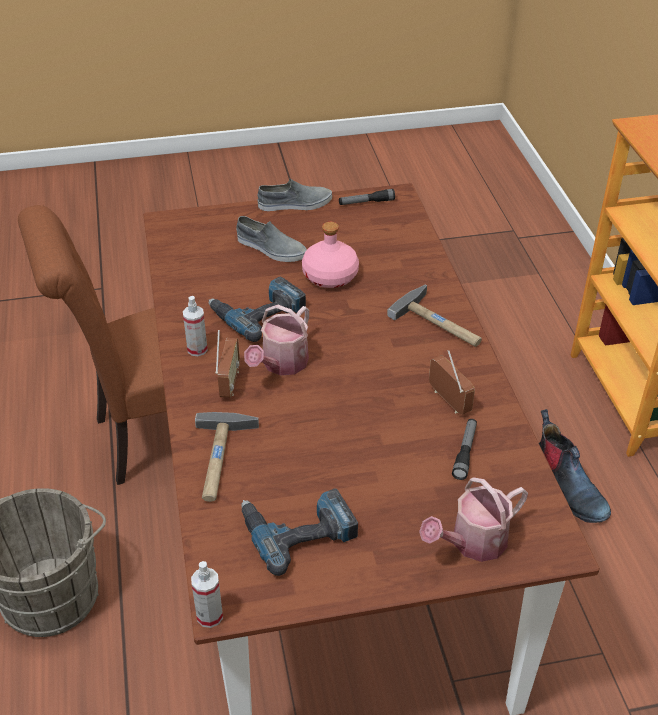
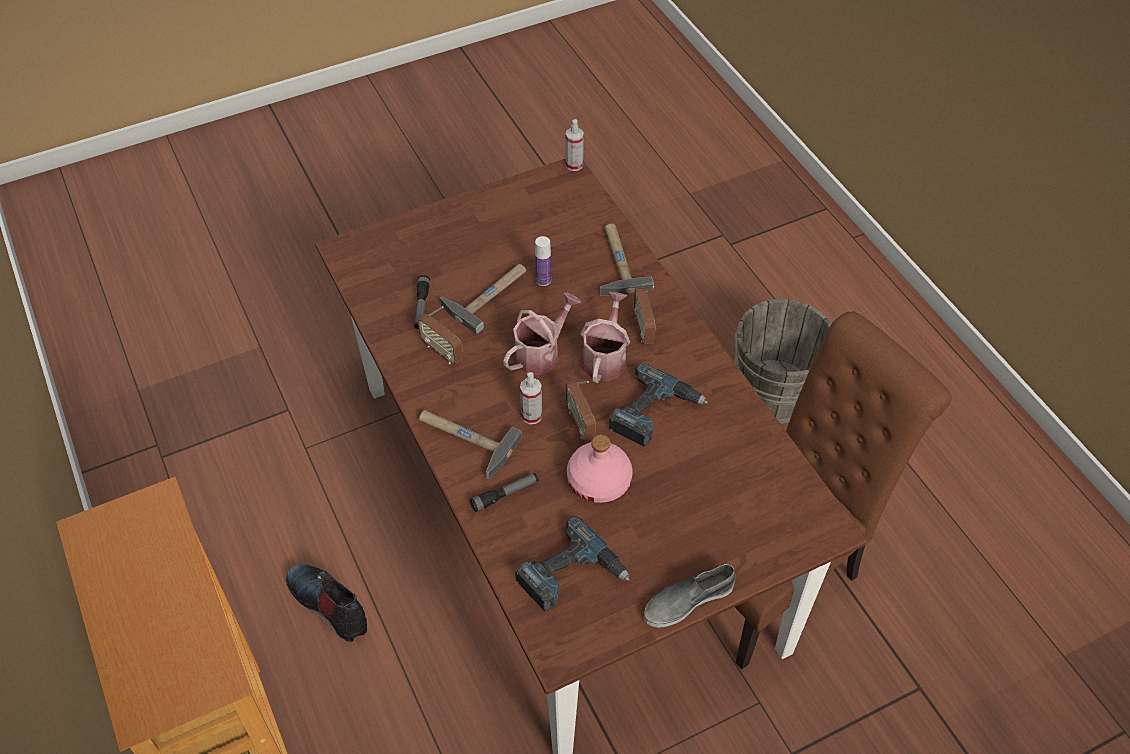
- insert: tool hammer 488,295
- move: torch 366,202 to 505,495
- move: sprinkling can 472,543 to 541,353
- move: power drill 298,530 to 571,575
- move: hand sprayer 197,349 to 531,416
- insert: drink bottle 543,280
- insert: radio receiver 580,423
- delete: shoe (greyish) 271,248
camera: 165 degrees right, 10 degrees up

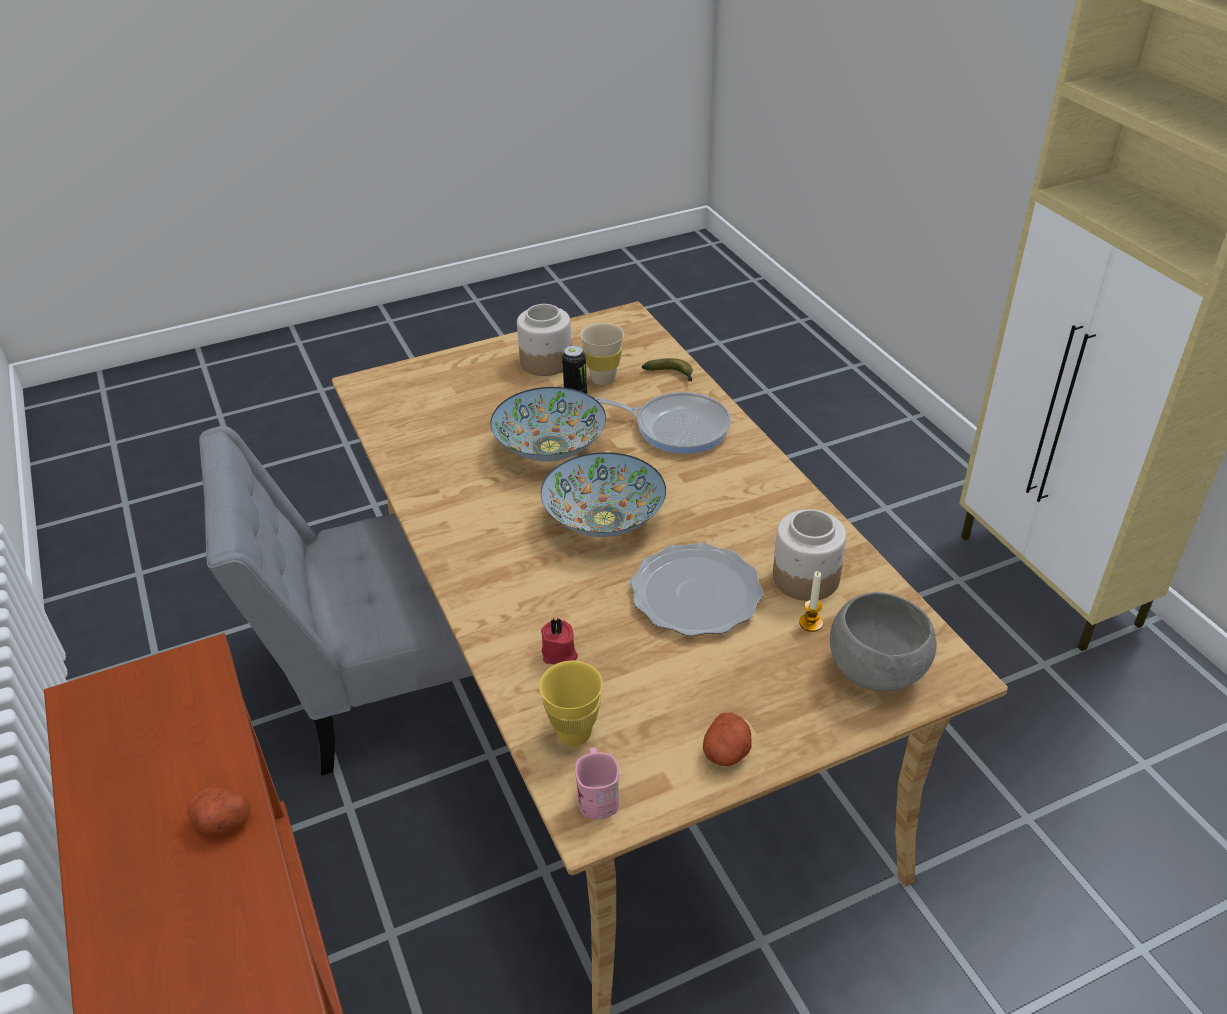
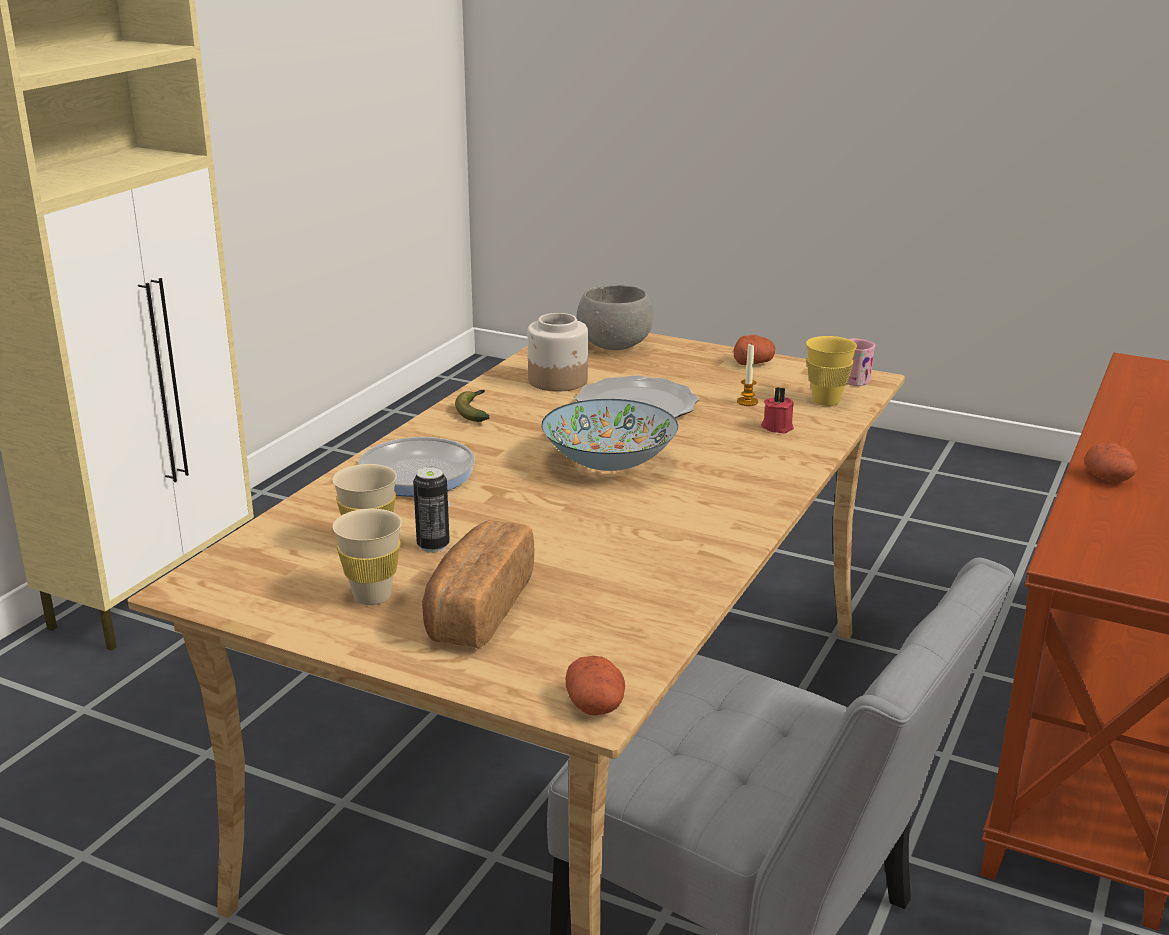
- replace: preserve jar 545,362 to small cup (beige-coloured) 372,596
- insert: bread 477,609
- move: whole banana 672,375 to 474,411
- insert: spud 596,705
- move: candle 811,623 to 747,402
- delete: deep dish 549,448
camera: 130 degrees left, 15 degrees down

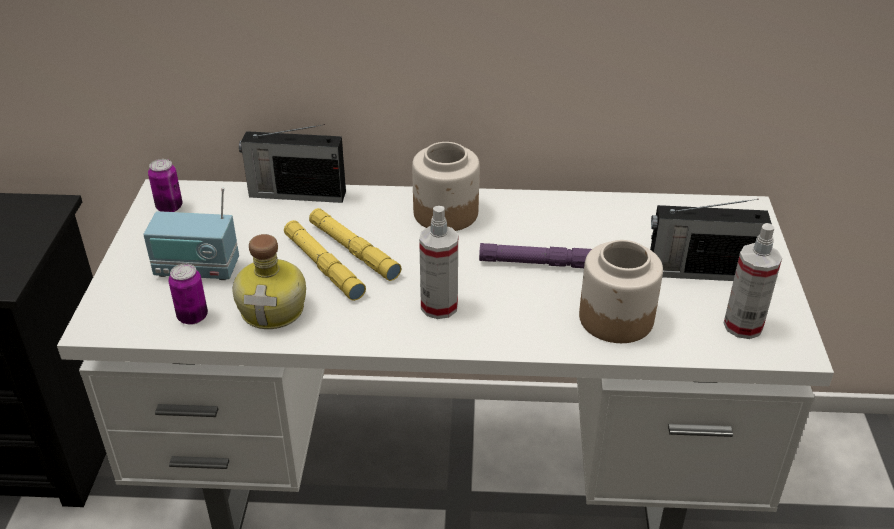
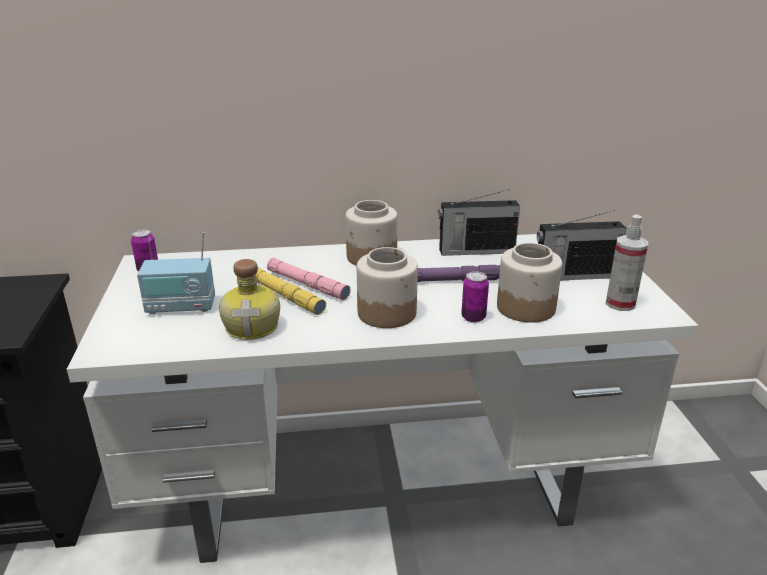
- recolor: torch (yellow-coloured) 354,250 to torch (pinkish) 307,284
- replace: hand sprayer 439,306 to preserve jar 387,313
- move: radio receiver 295,194 to 475,251
- move: sealed can 192,317 to 473,317
camera: 10 degrees left, 10 degrees down

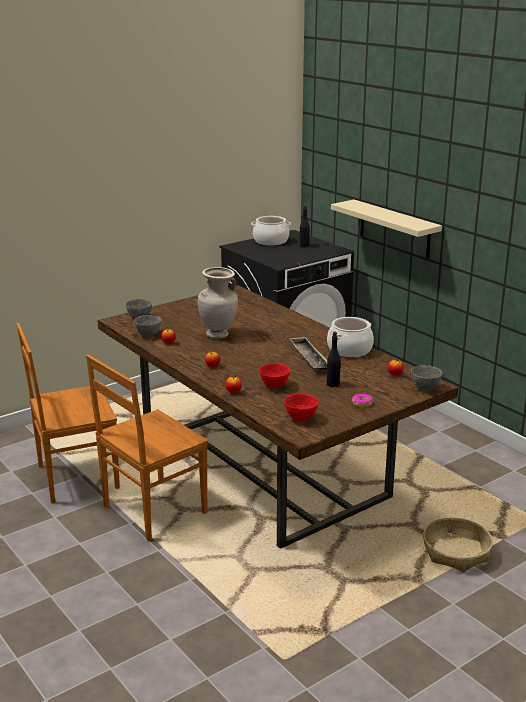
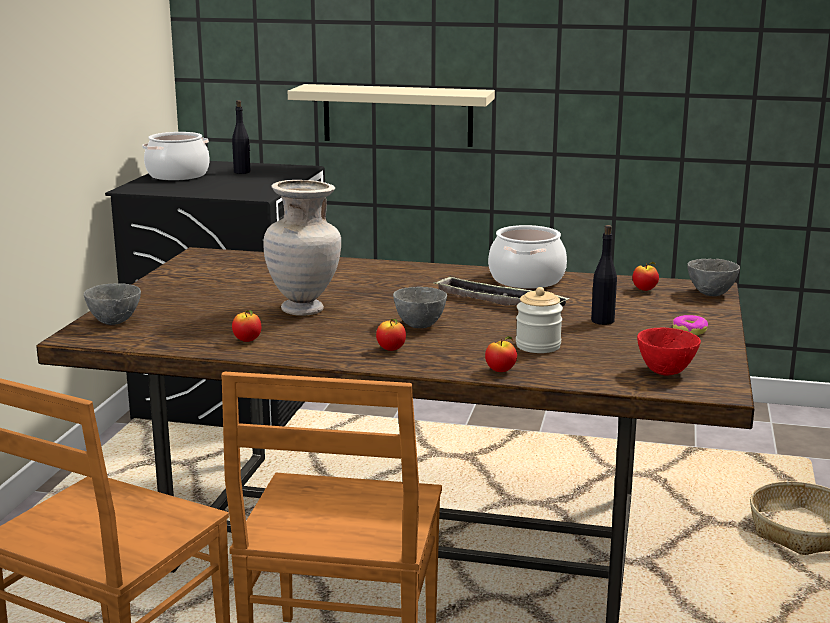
- move: deep dish (greyish) 148,335 to 418,325
- replace: deep dish (red) 275,386 to preserve jar 538,346
camera: 40 degrees left, 5 degrees down

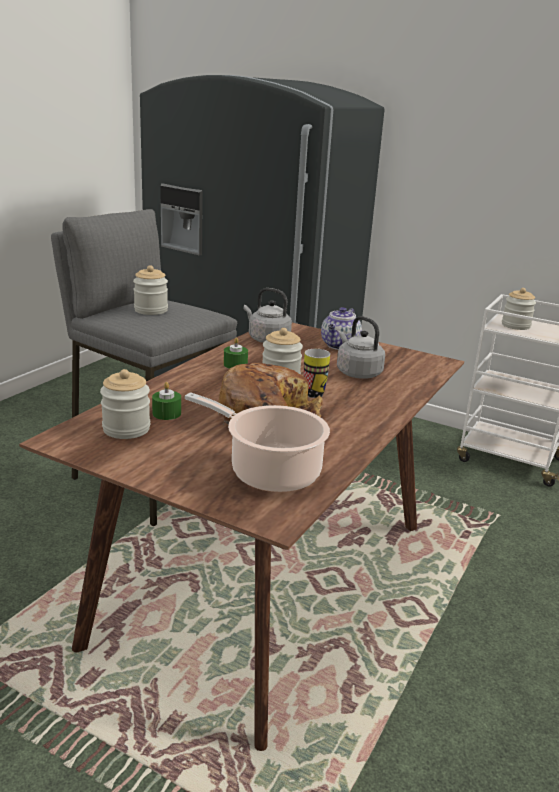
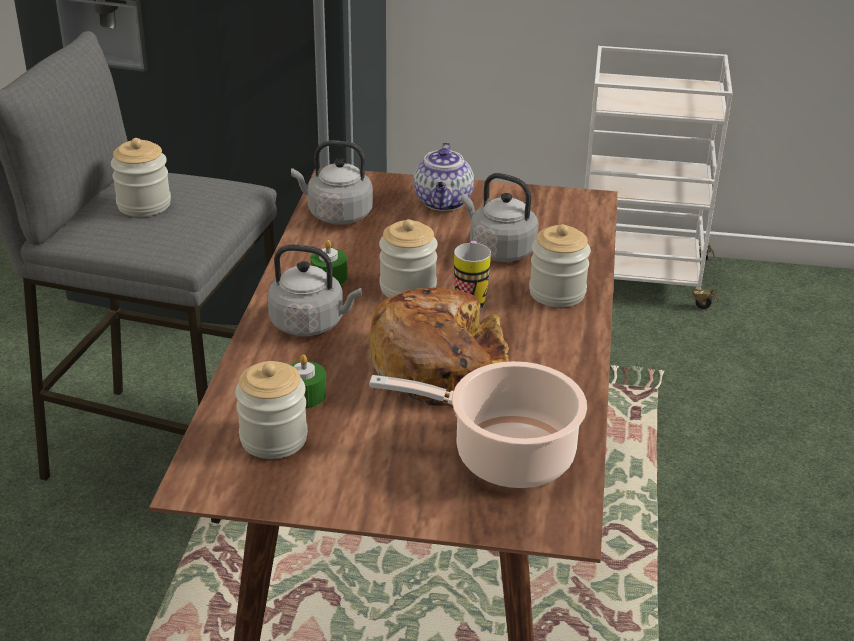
- insert: tea kettle (greyish) 311,324
- move: preserve jar 515,325 to 557,293
camera: 20 degrees left, 10 degrees up

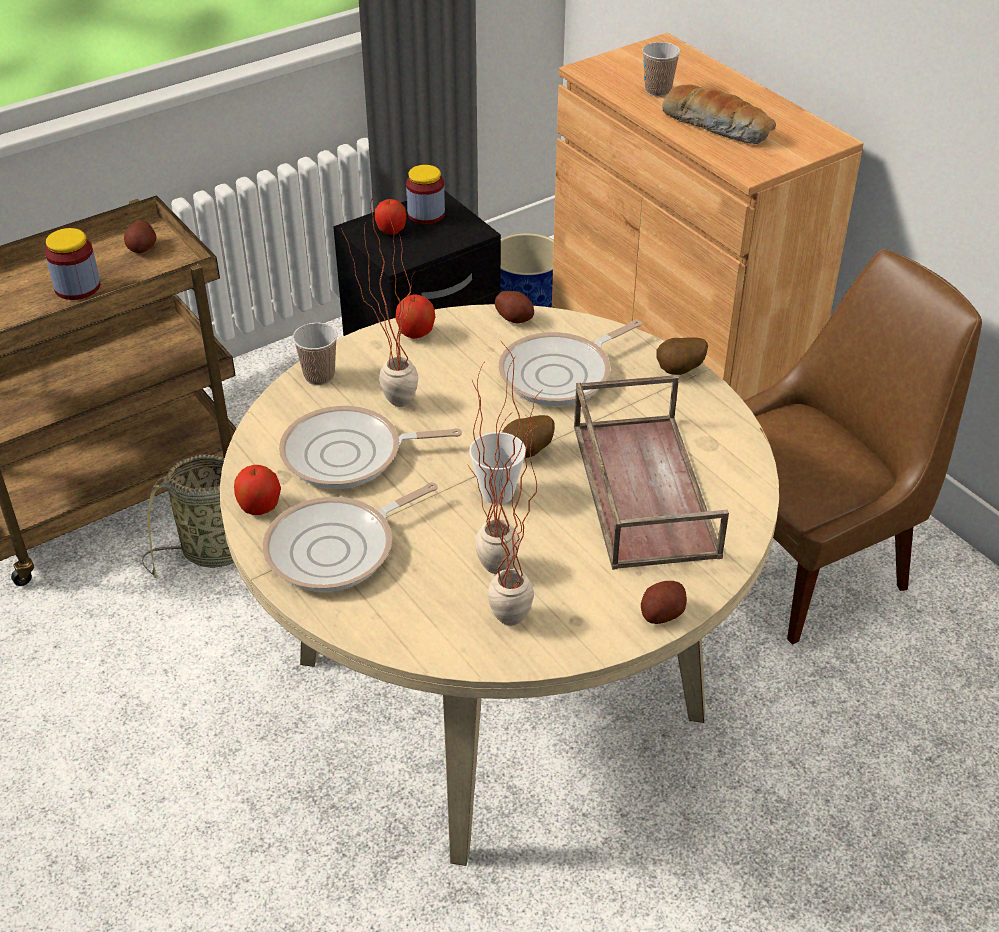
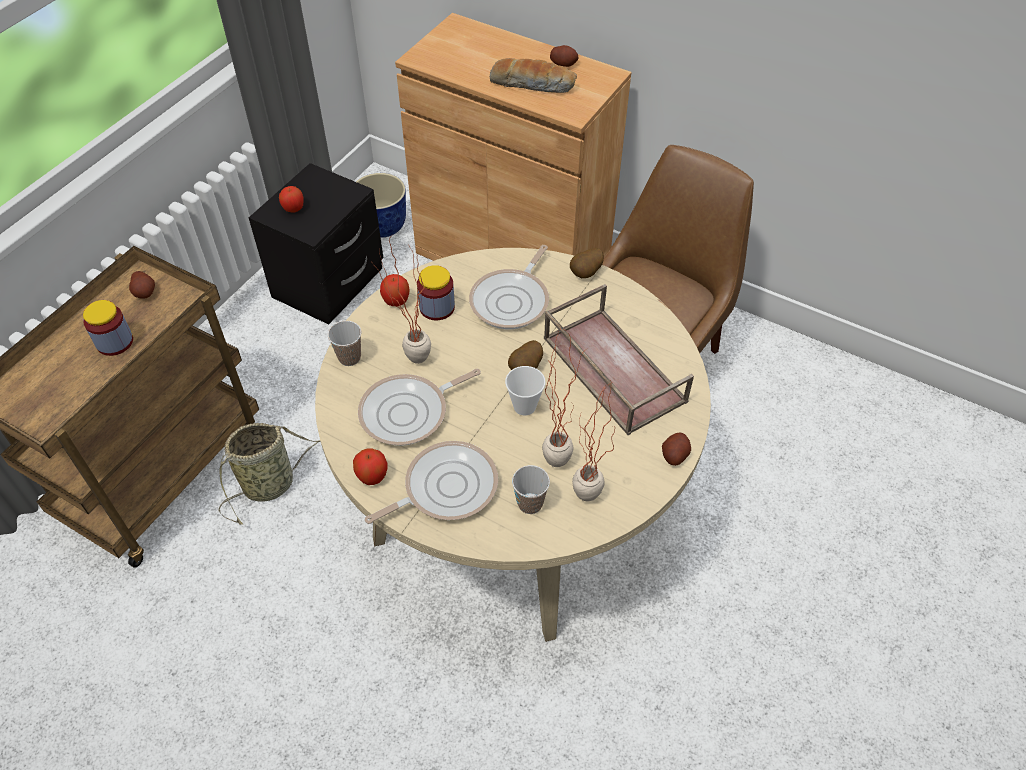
- rotate: skillet 337,549 = 445,487 150 degrees counterclockwise
- move: preserve jar 426,214 to 437,307
- move: small cup 658,91 to 530,503
- move: spud 514,318 to 563,64
camera: 25 degrees left, 10 degrees up

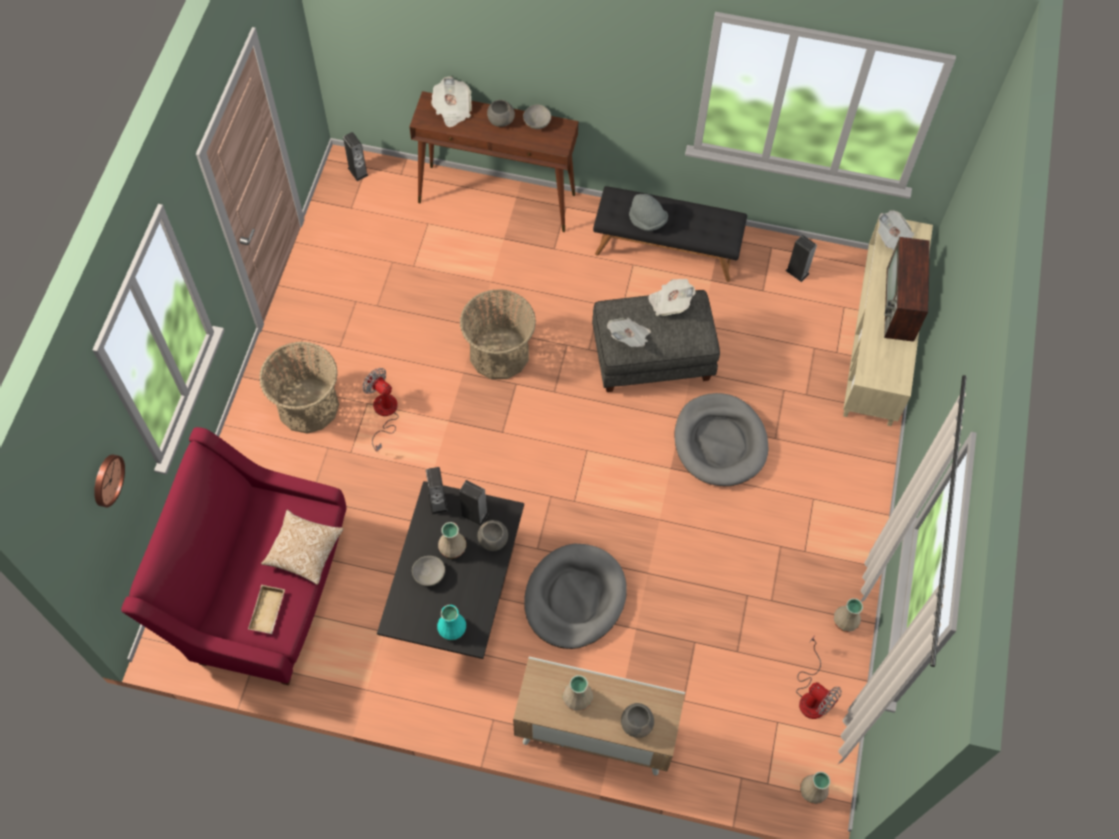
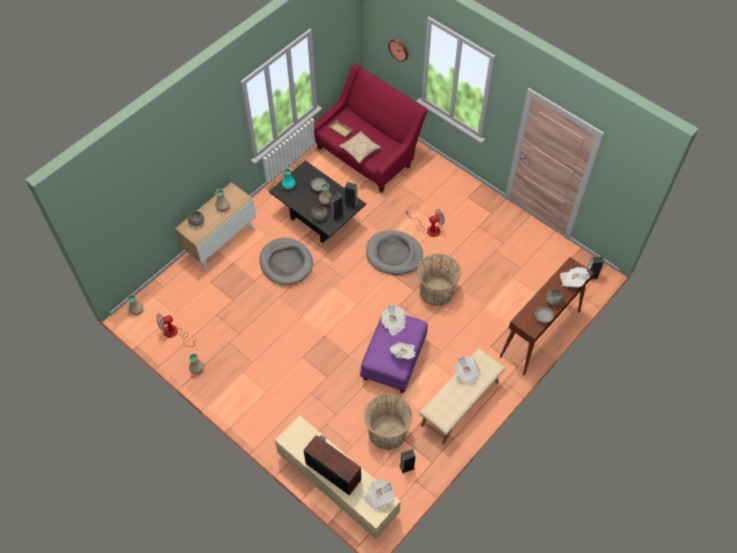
- recolor: pouffe (greyish) 652,356 to pouffe (purple-coloured) 394,360
- move: basket 308,405 to 387,431
- move: pet bed (greyish) 720,442 to 394,254
- recolor: long seat (black) 666,249 to long seat (beige-coloured) 460,404
- replace: clothing hat (greyish) 647,220 to printed paper 467,374
camera: 120 degrees right, 5 degrees down

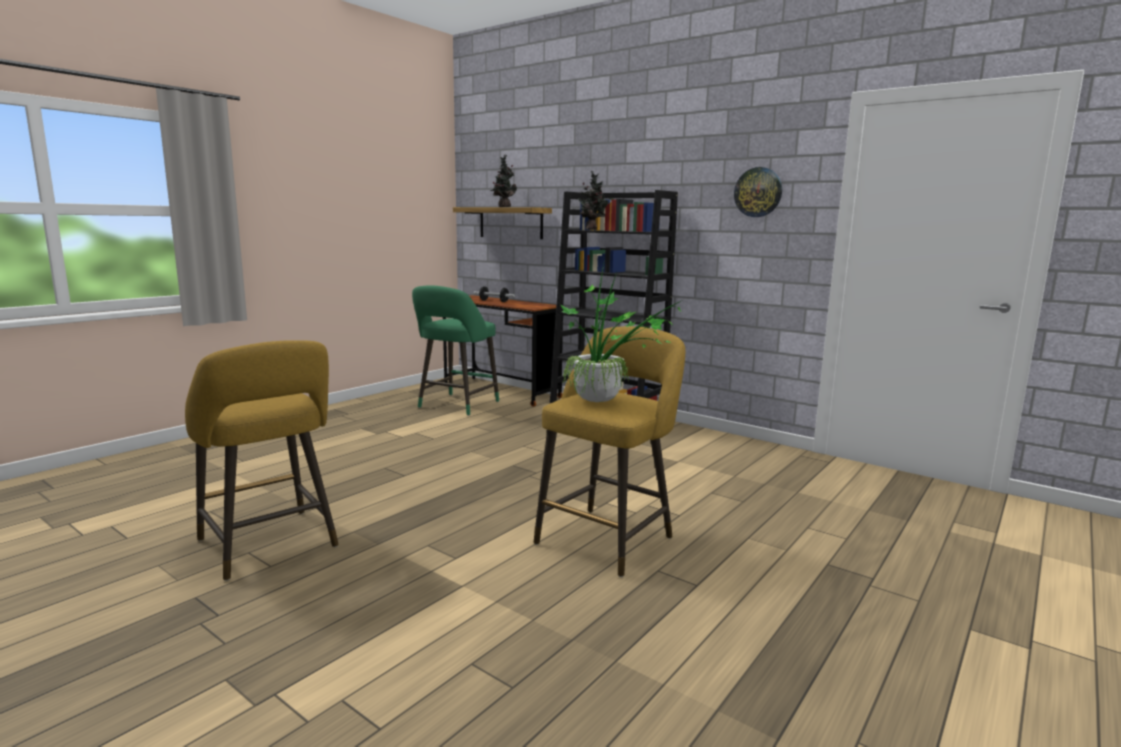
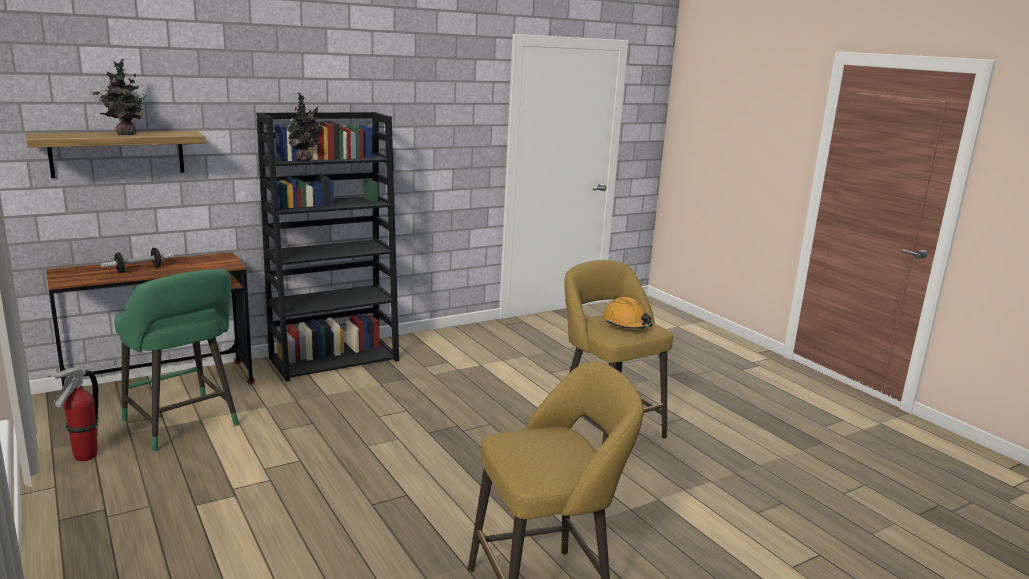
- insert: extinguisher 85,456
- replace: plant in a pot 607,401 to hard hat (orangey) 626,324
- delete: wall clock 758,192
camera: 70 degrees left, 5 degrees up

